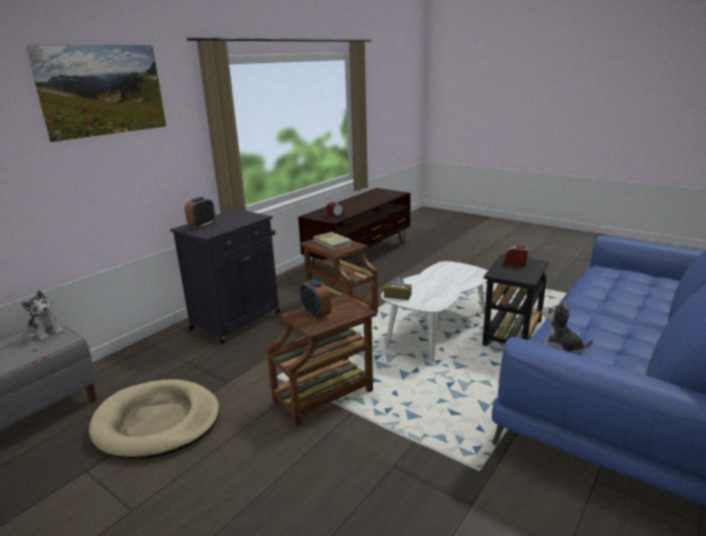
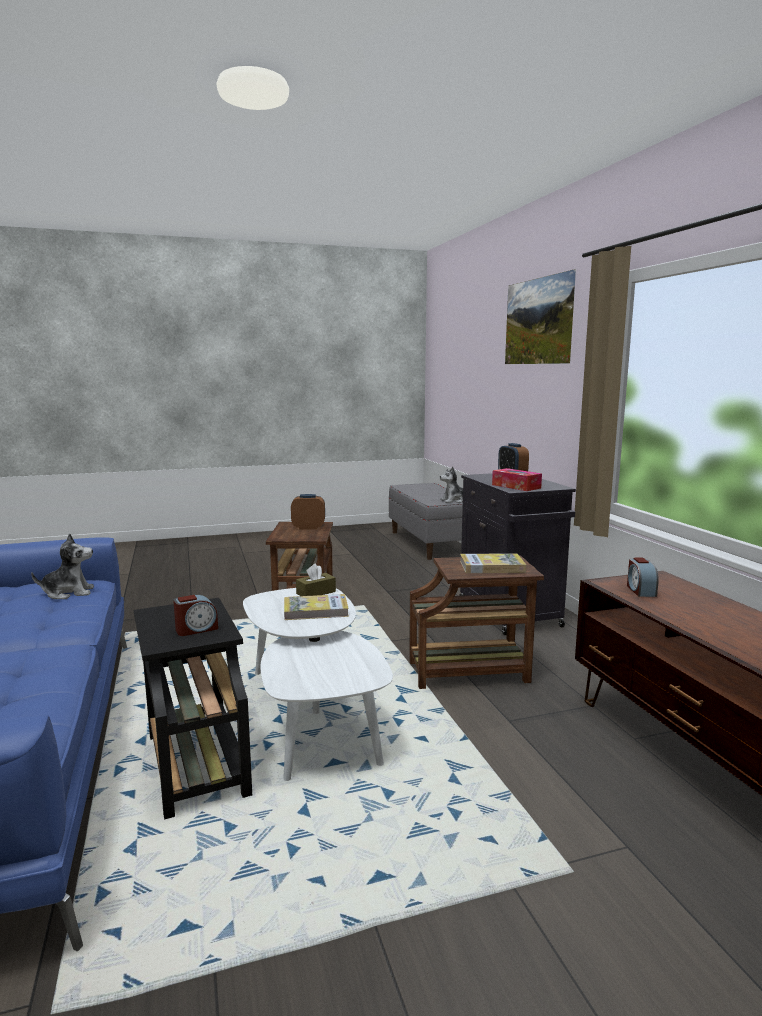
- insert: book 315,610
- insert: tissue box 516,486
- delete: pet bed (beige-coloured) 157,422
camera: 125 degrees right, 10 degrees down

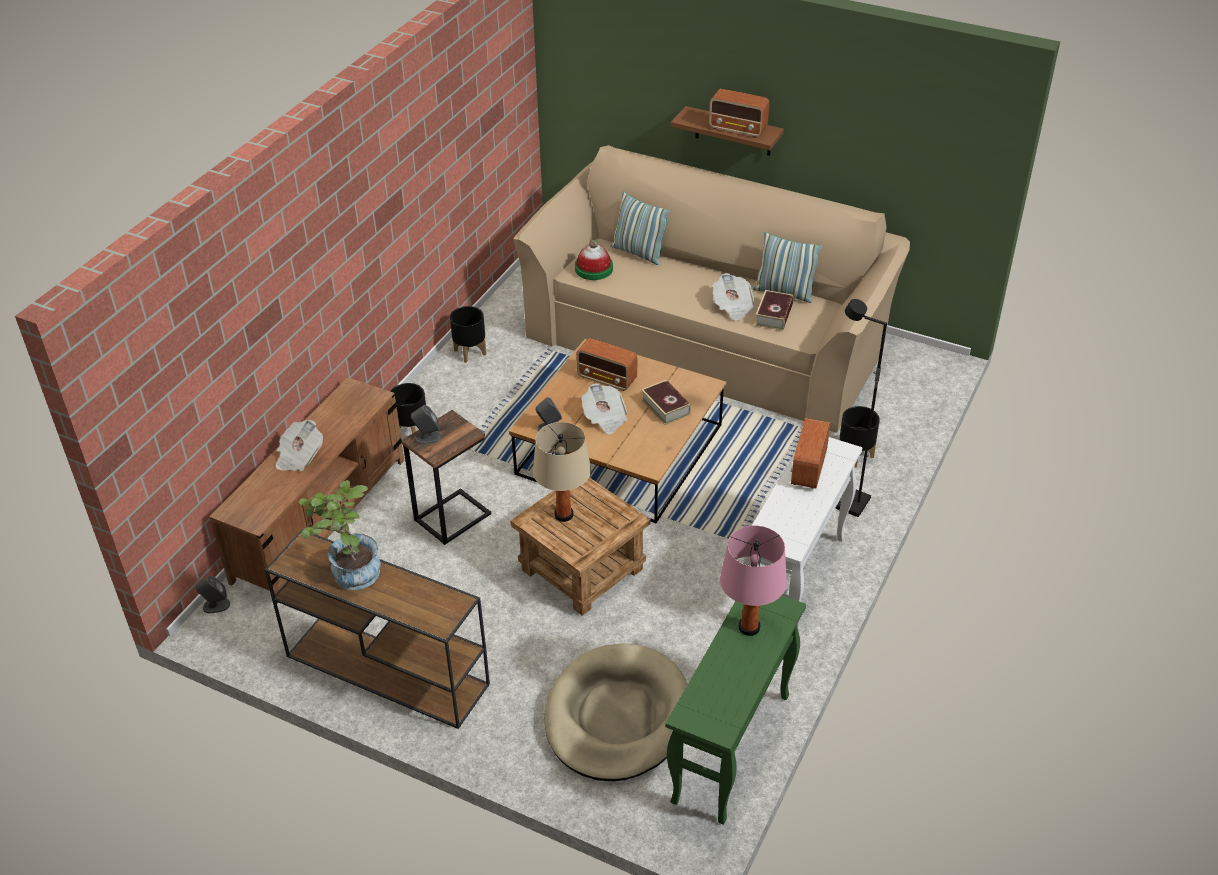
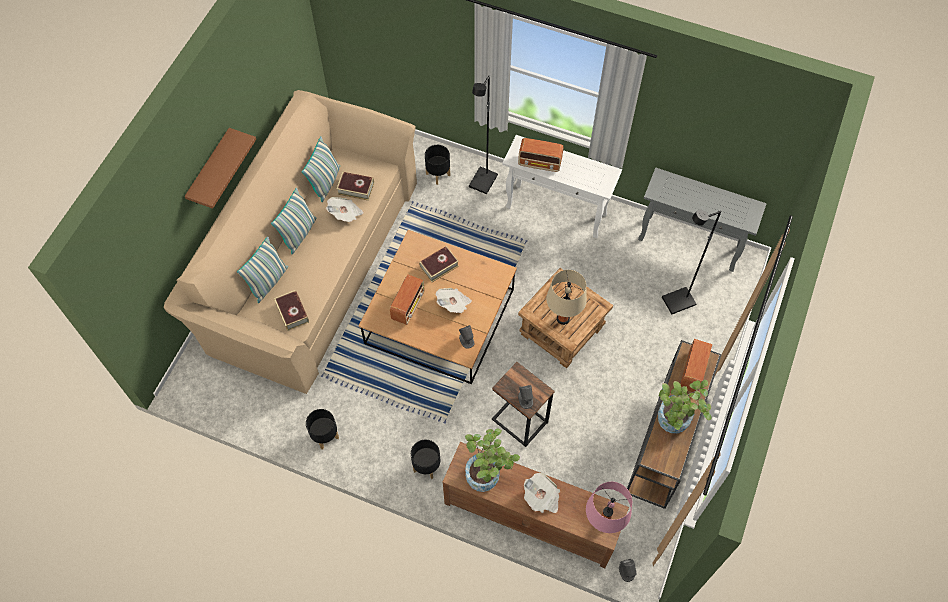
- insert: pillow 299,234
- replace: clothing hat 593,269 to book 292,312
- insert: plant in a pot 487,475
- move: lamp for a table (pinkish) 749,627 to 603,524
- recolor: hall table (green) 731,749 to hall table (greyish) 690,243
- replace: pet bed (beige-coloured) 617,717 to standing lamp (black) 678,302
- move: radio receiver 738,129 to 693,372
camera: 95 degrees left, 20 degrees up

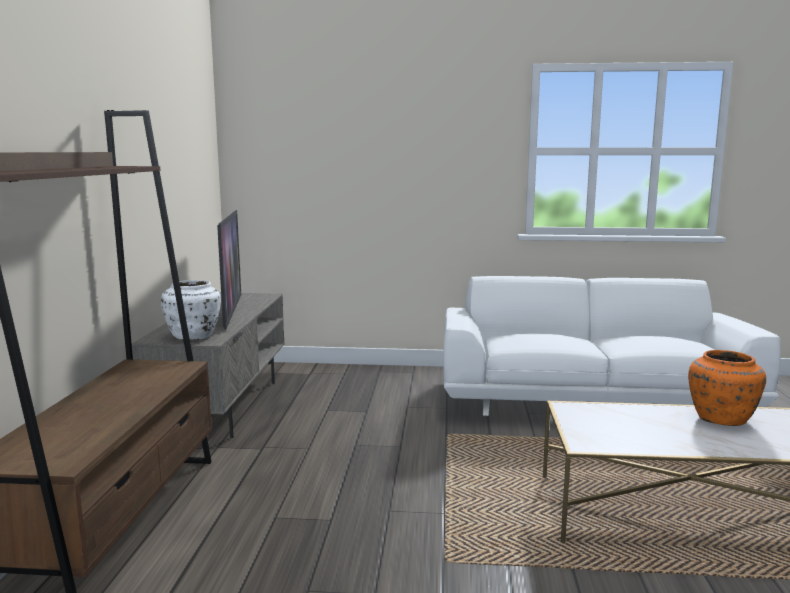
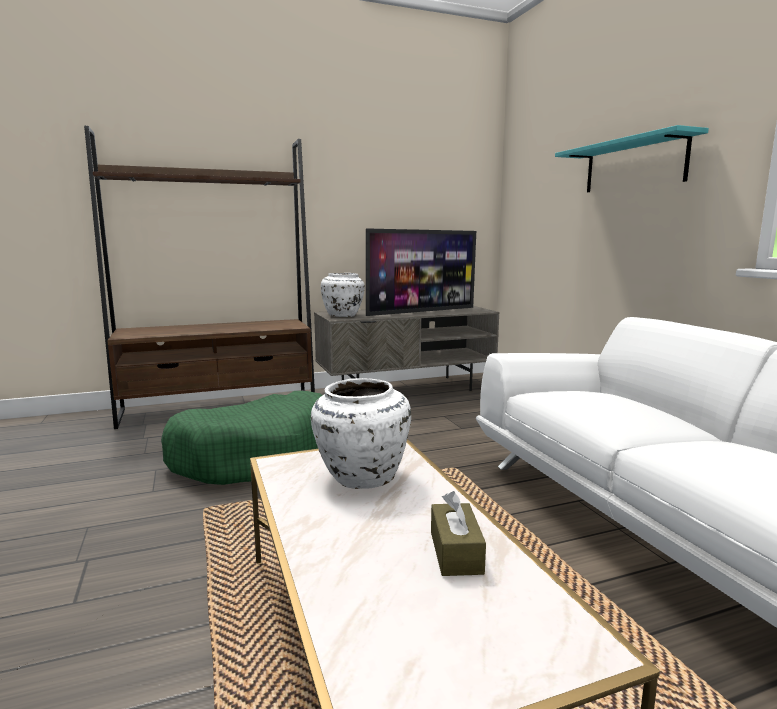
- insert: pet bed (green) 256,455
- insert: decorative vase (white-coloured) 360,477
- replace: decorative vase (orangey) 722,419 to tissue box (brown) 456,552
- insert: shelf (turquoise-coloured) 634,165
camera: 65 degrees right, 0 degrees up

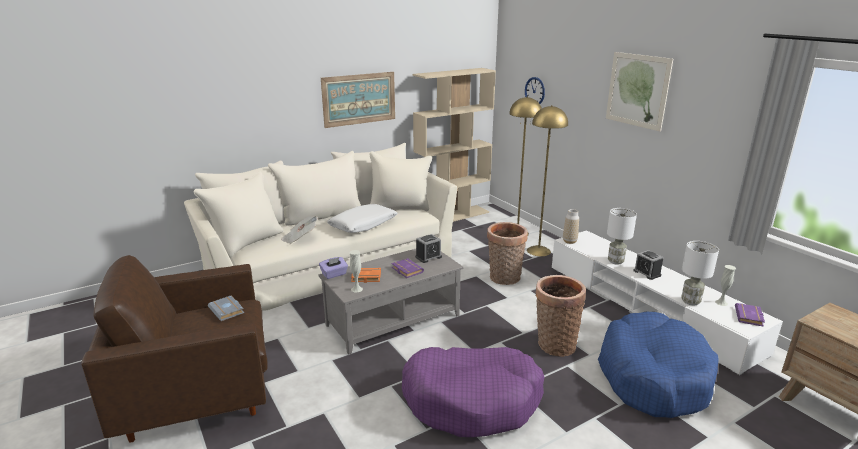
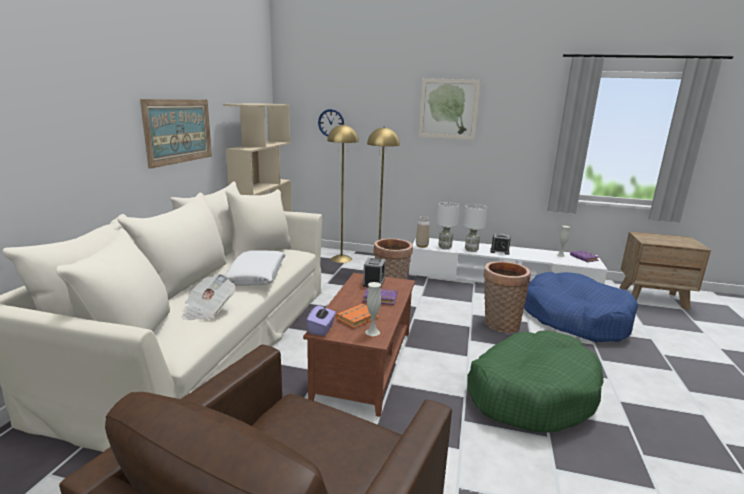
- recolor: coffee table (greyish) 393,320 to coffee table (brown) 363,364
- move: lamp for a table (white-coloured) 690,301 to 444,247
- recolor: pet bed (purple-coloured) 472,400 to pet bed (green) 531,393
- delete: book (greyish) 227,310
camera: 45 degrees left, 5 degrees down

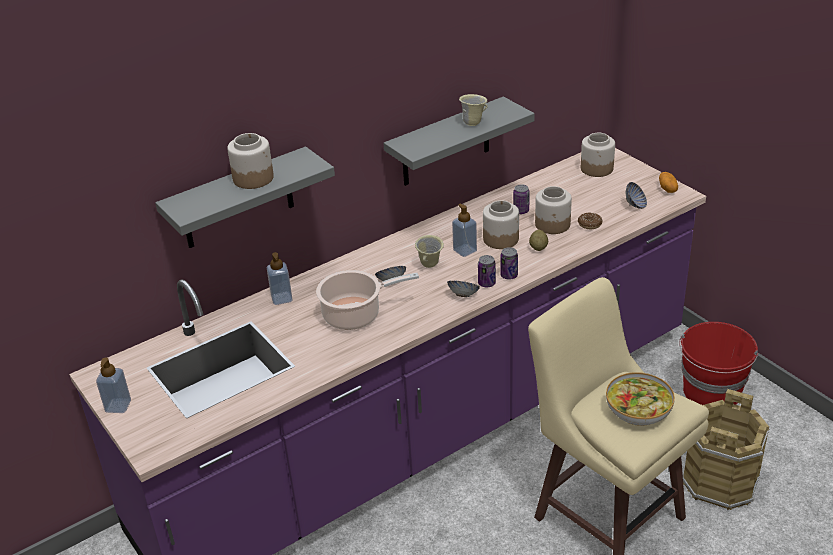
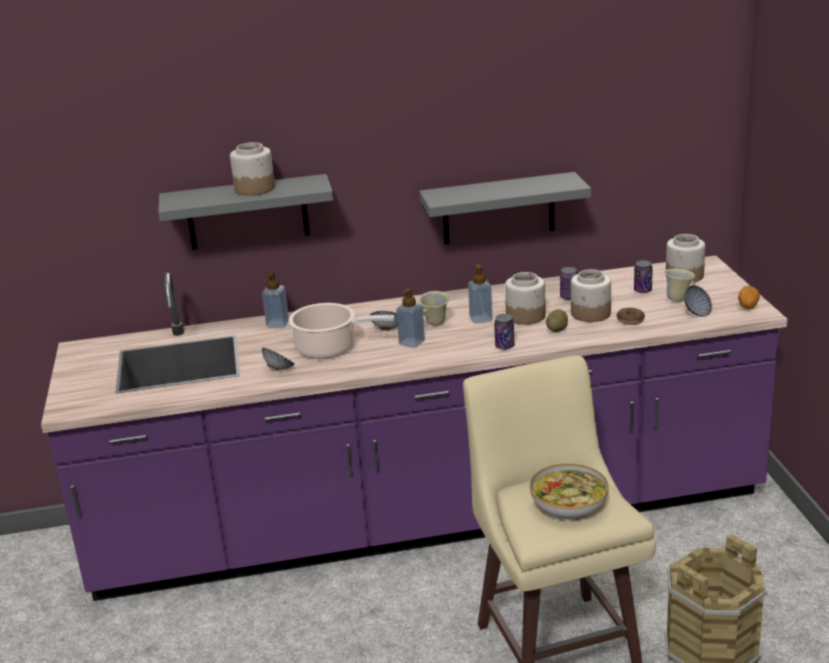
- move: deep dish 463,295 to 279,369
- move: liquid soap bottle 118,406 to 412,342
- move: sealed can 486,283 to 642,290
- move: mug (beige-coloured) 473,123 to 678,299
- delete: water bucket (red) 711,392
camera: 25 degrees right, 10 degrees down

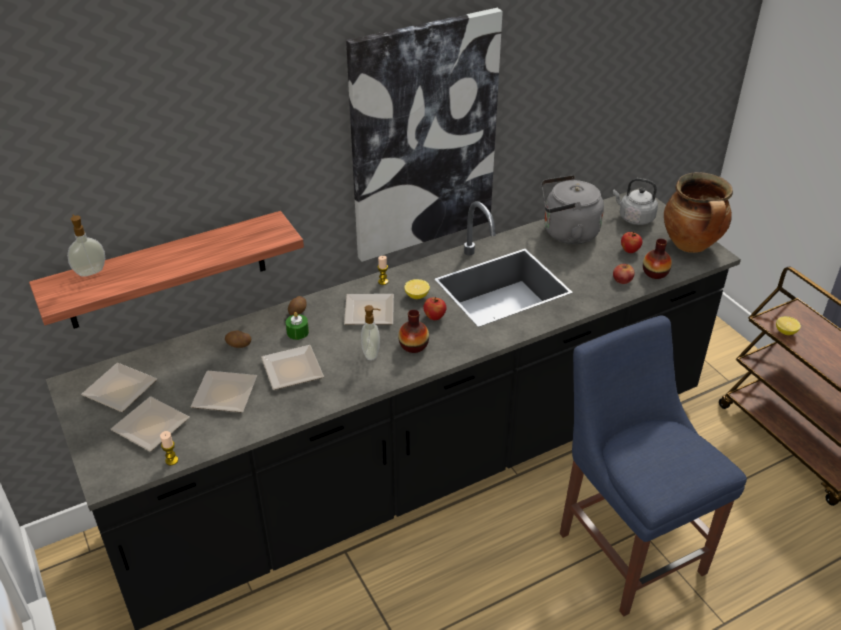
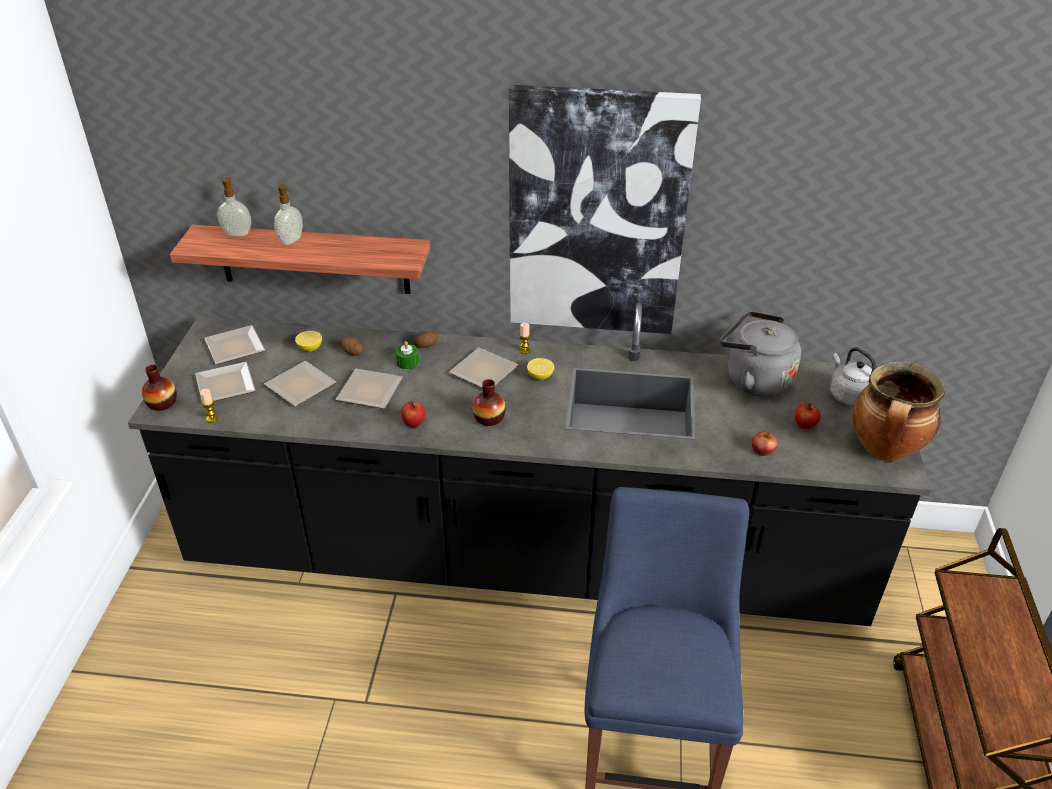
- move: decorative vase 655,273 to 162,403
- move: liquid soap bottle 372,353 to 292,241
- move: whole lemon 785,332 to 310,348
- move: apple fruit 434,317 to 414,423
camera: 35 degrees right, 0 degrees up

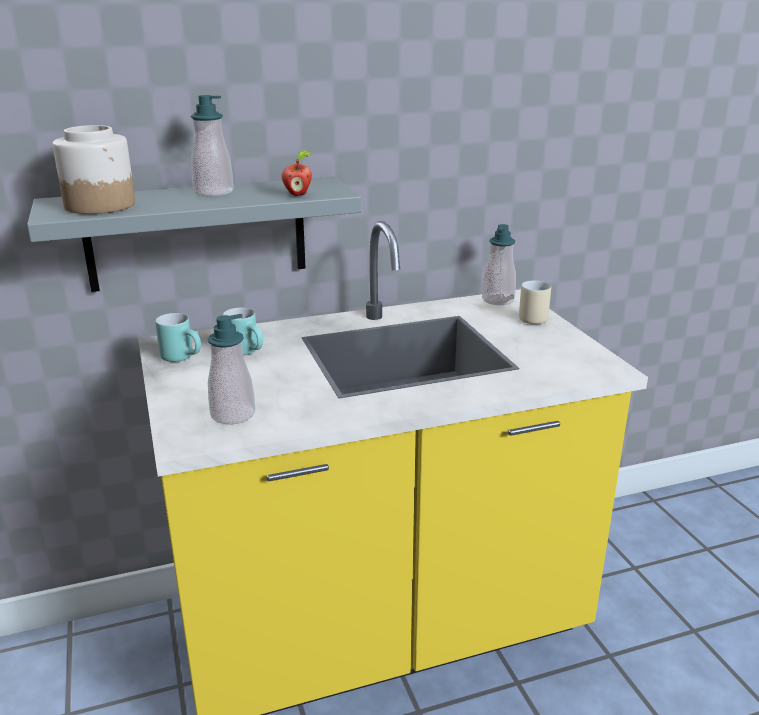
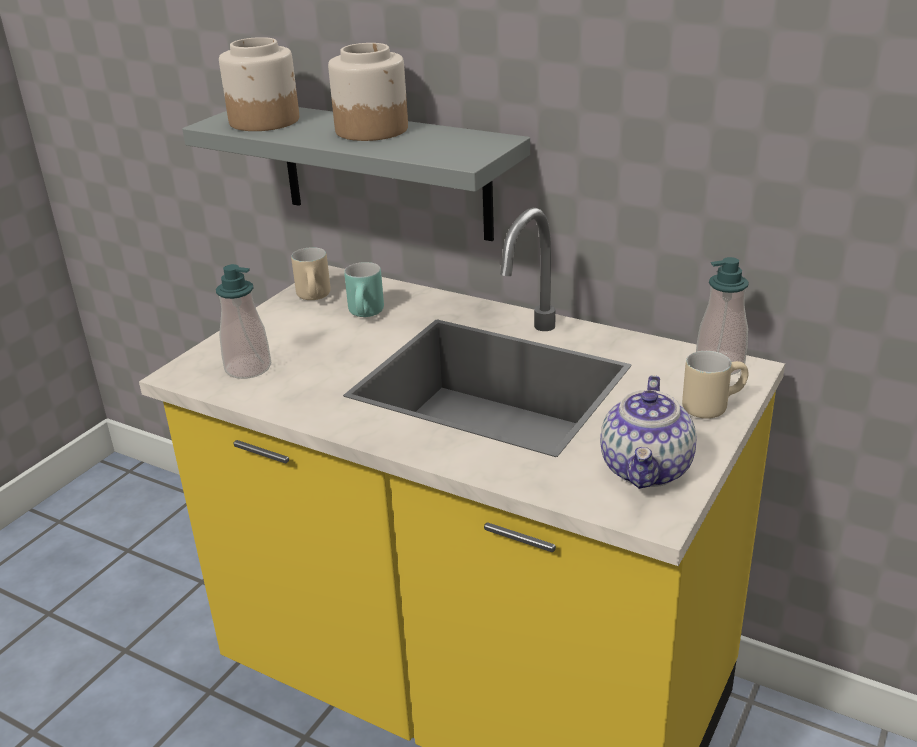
- recolor: mug (turquoise-coloured) 184,357 to mug (beige-coloured) 316,298
- replace: liquid soap bottle 214,192 to preserve jar 372,129
- insert: tea pot 647,470
- delete: apple fruit 298,194
camera: 50 degrees right, 5 degrees up

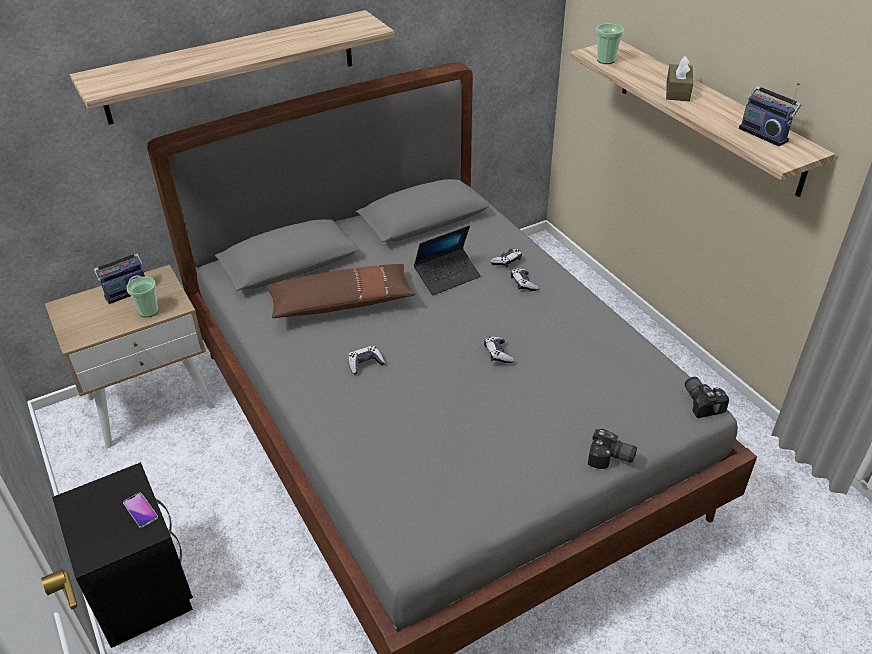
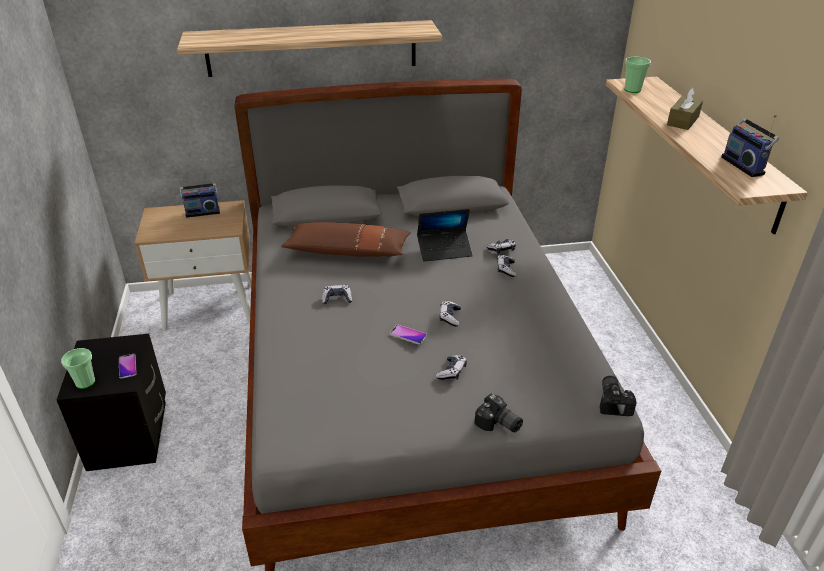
- move: small cup 148,311 to 85,382
- insert: telephone 408,335
- insert: joypad 451,372
camera: 20 degrees right, 5 degrees down

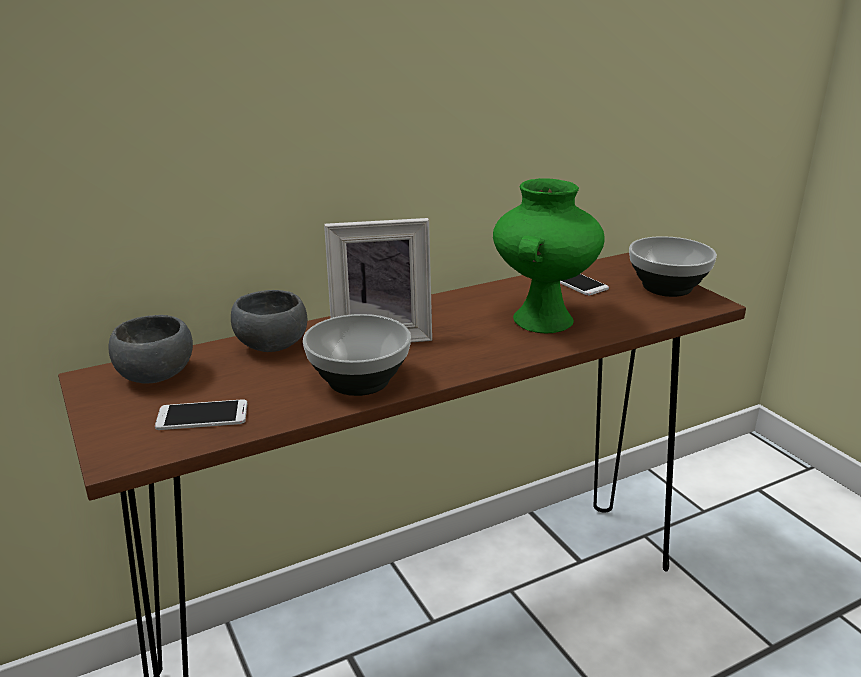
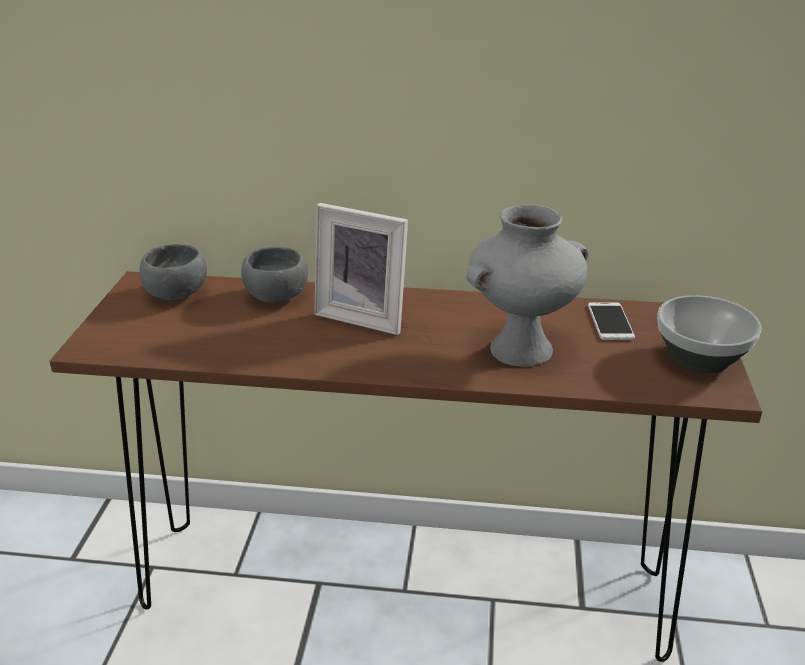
- recolor: decorative vase (green) 542,319 to decorative vase (greyish) 521,348
- delete: telephone 202,416
- delete: deep dish 357,382
camera: 35 degrees right, 5 degrees up

